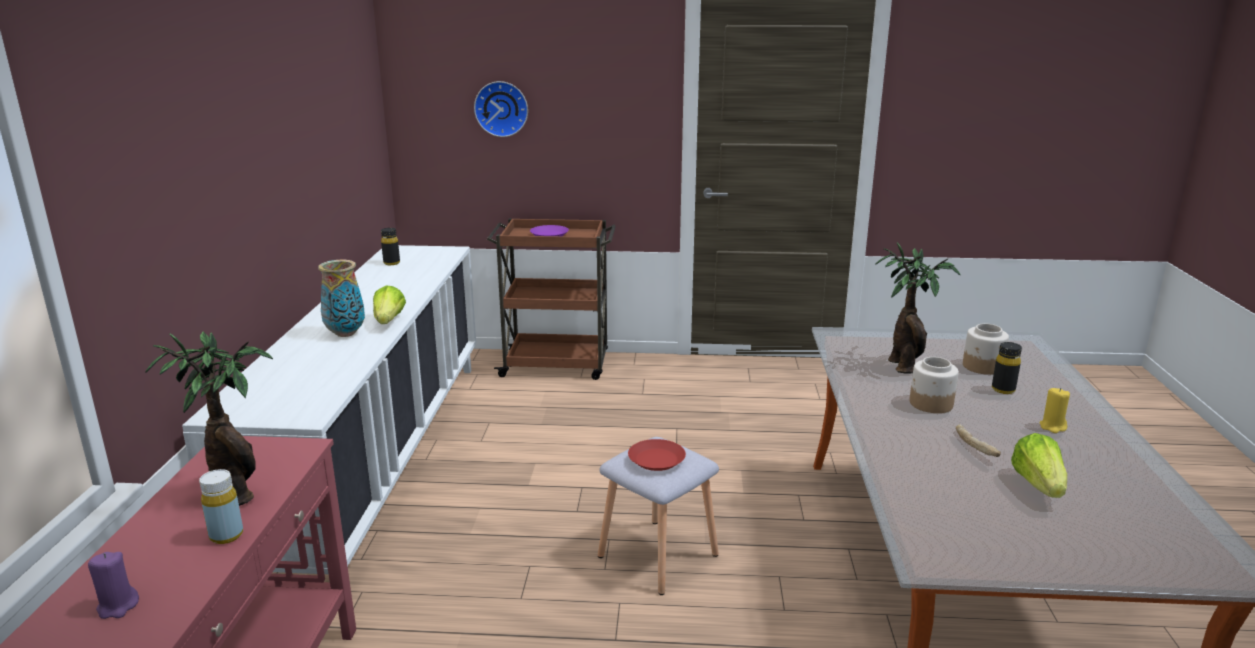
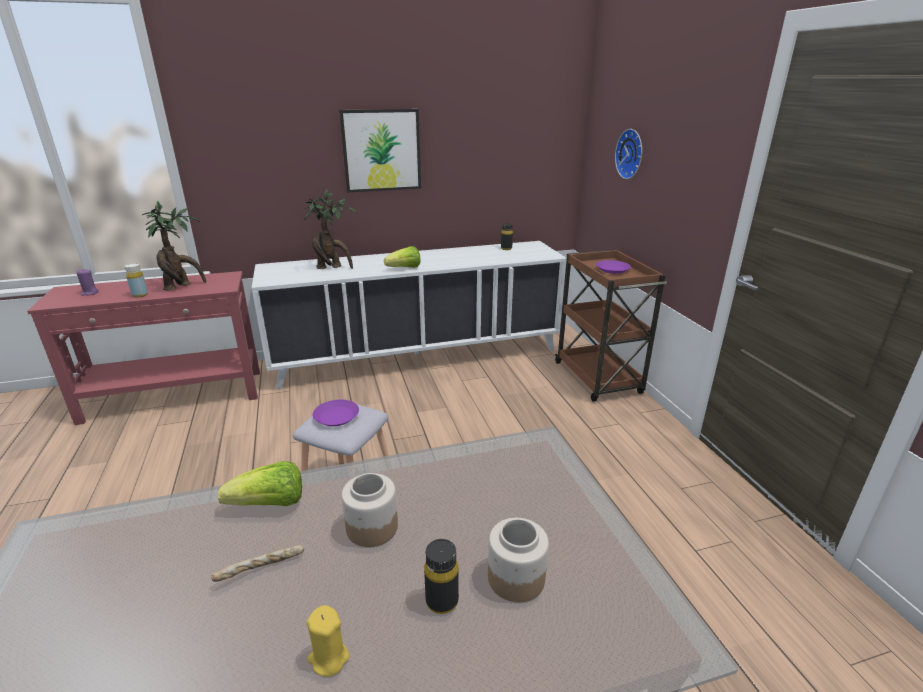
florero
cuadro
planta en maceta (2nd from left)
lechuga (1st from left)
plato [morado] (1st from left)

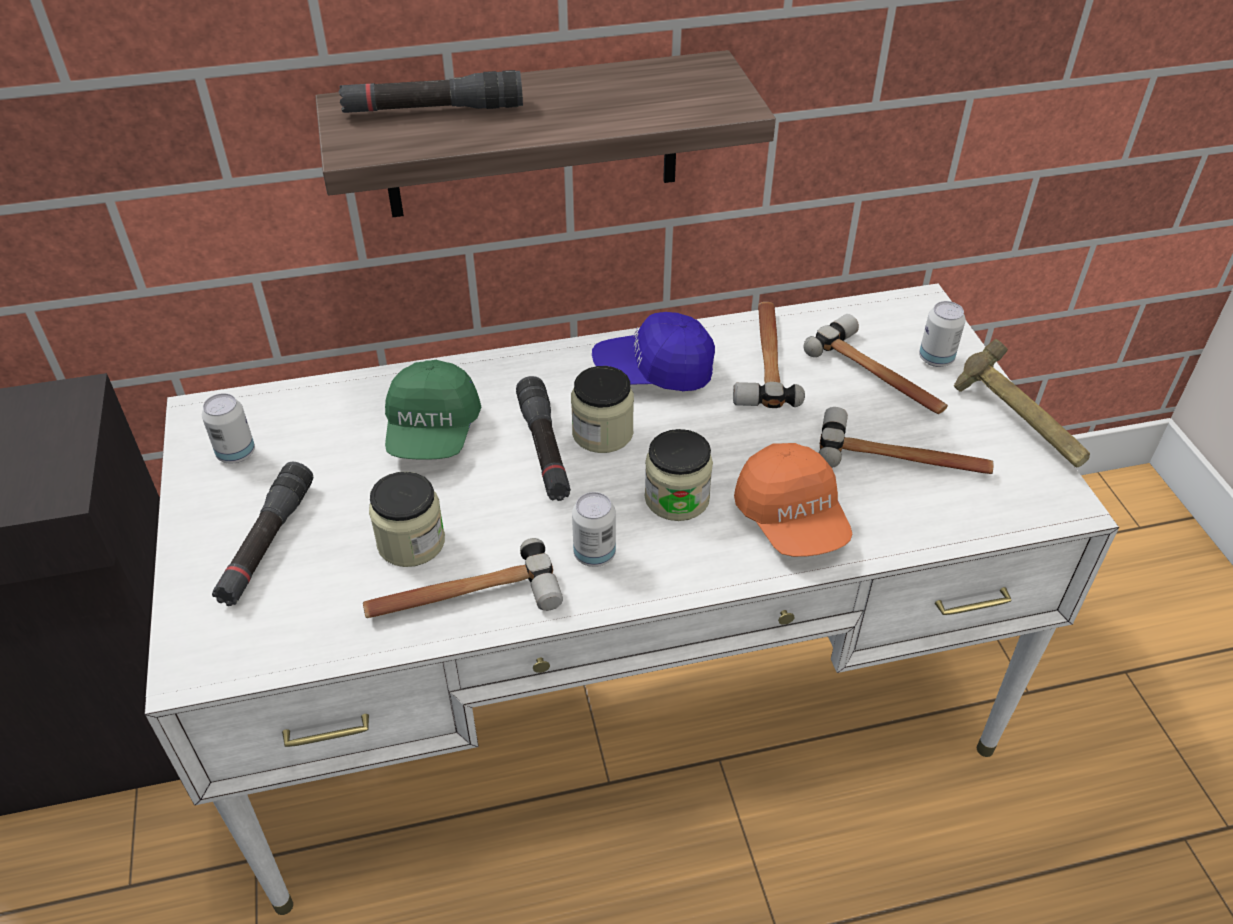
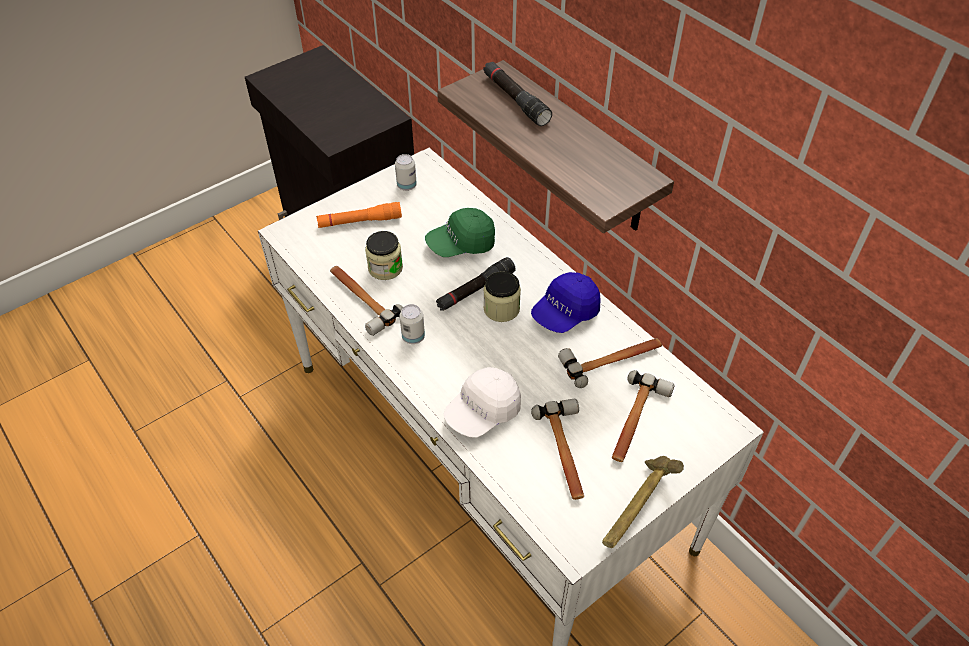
tarro (3rd from left in the first image)
lata (3rd from left in the first image)
linterna [naranja]
gorra [blanco]
gorra [azul]

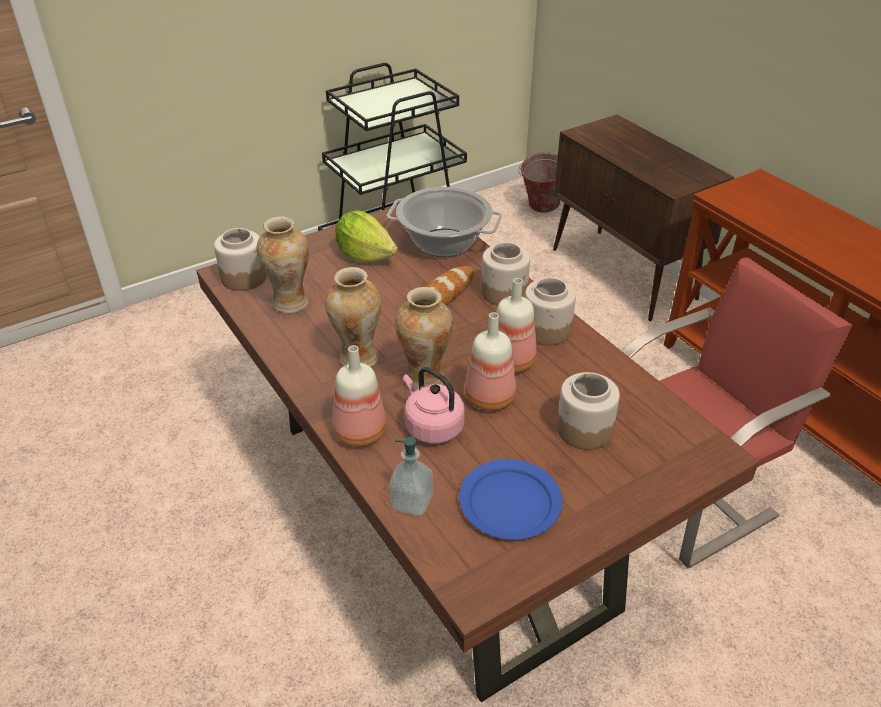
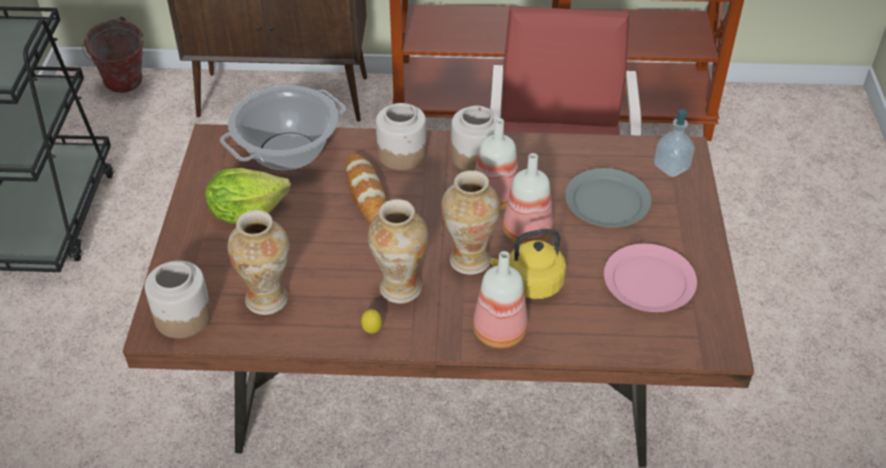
limón
dispensador de jabón
plato [gris]
hervidor [amarillo]
plato [rosa]

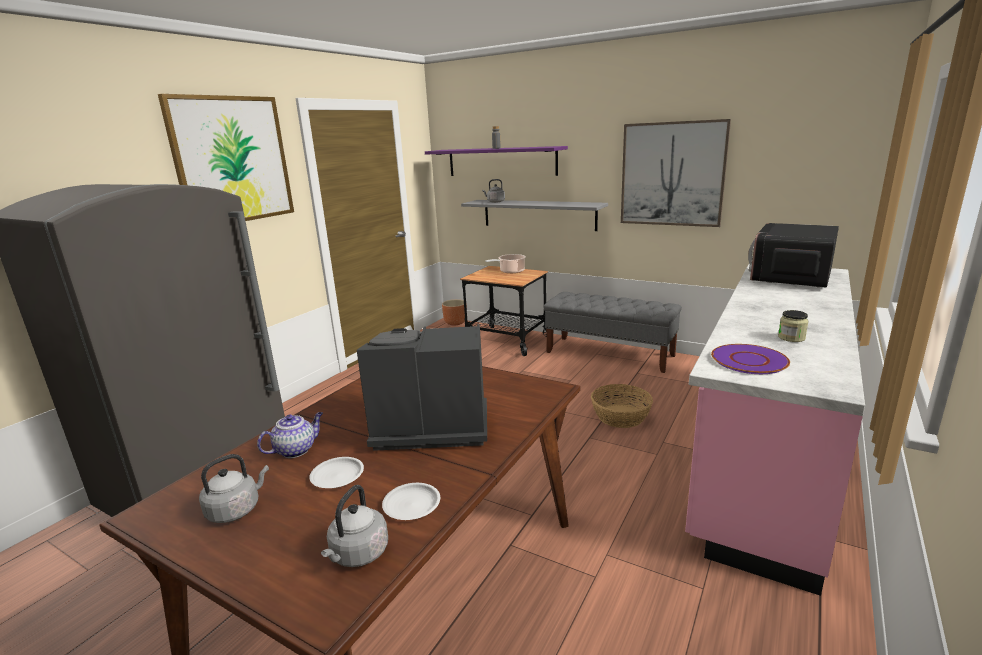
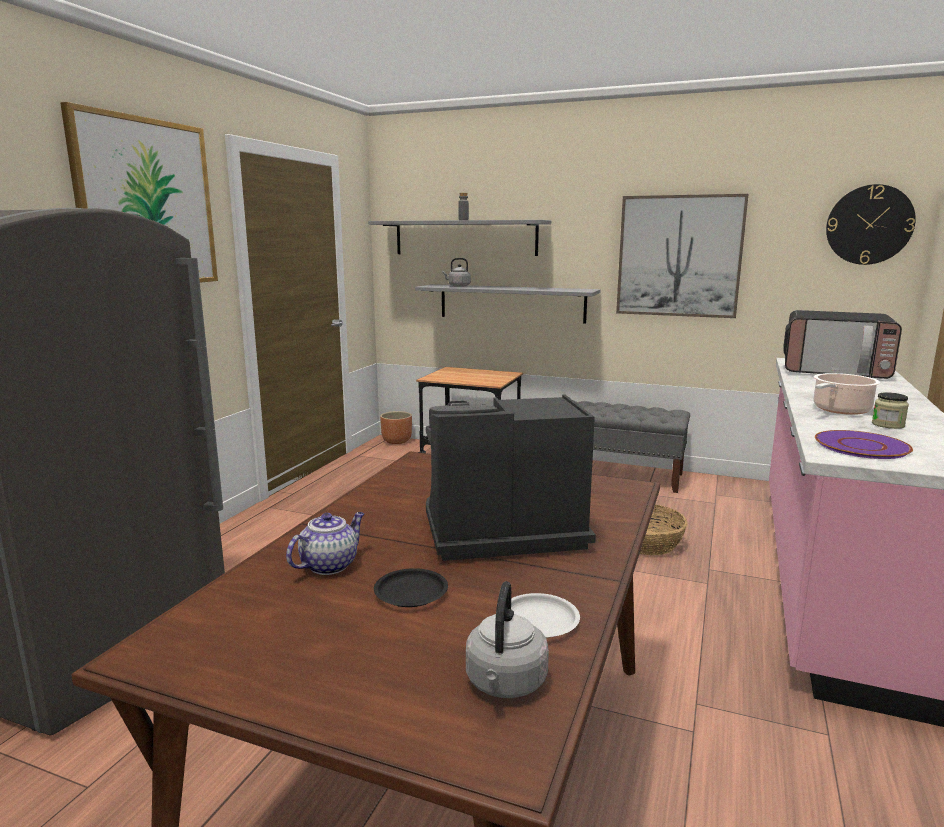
hervidor [gris] (1st from left in the first image)
reloj de pared
olla
plato [negro]
estante [gris] (1st from left)
microondas

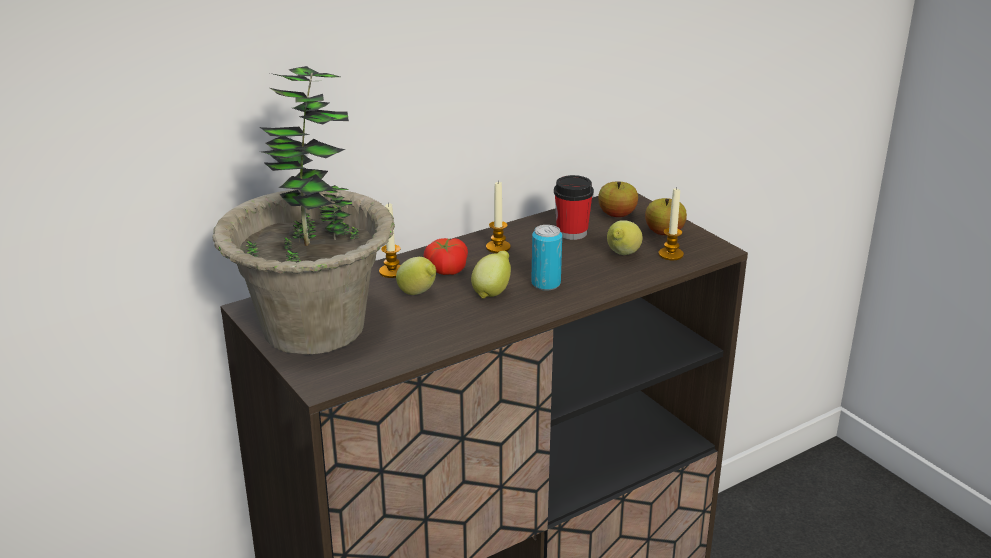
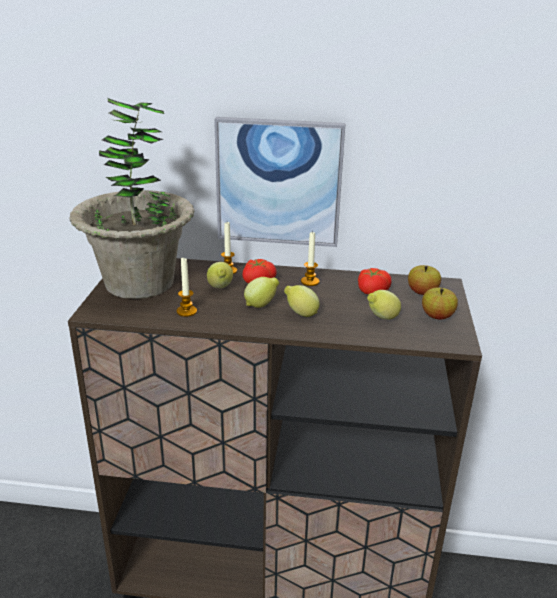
cuadro
vela (1st from left)
limón (3rd from left)
tomate (2nd from left)

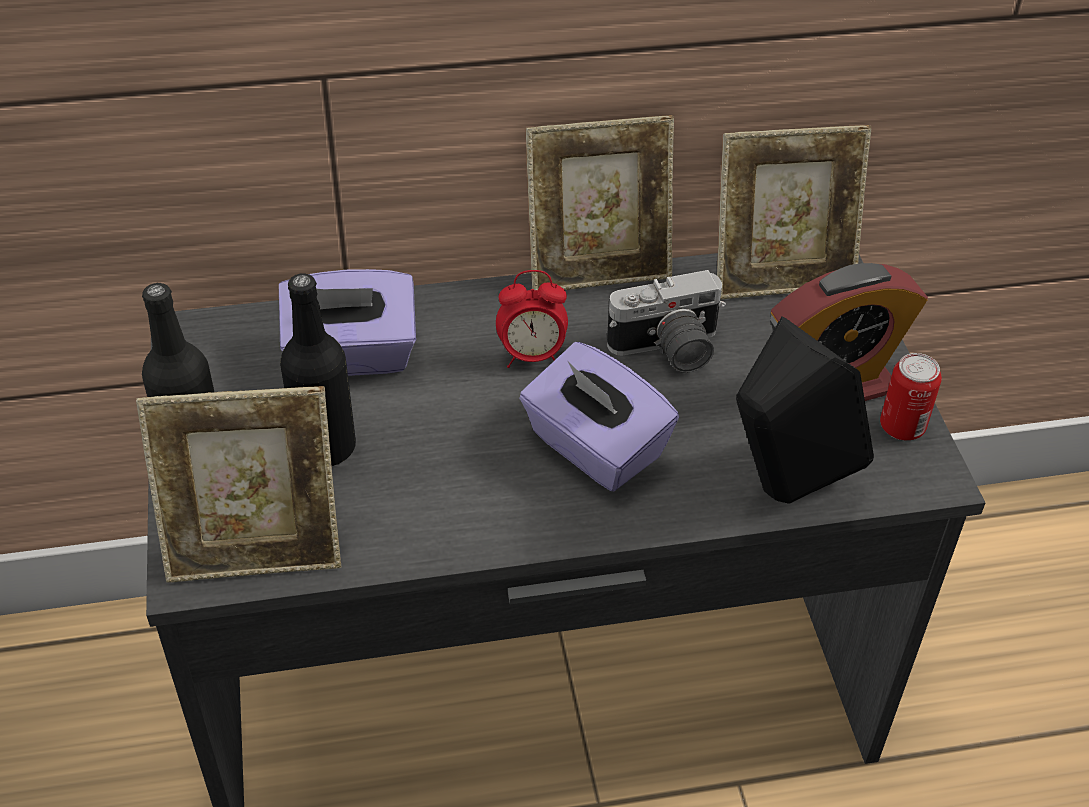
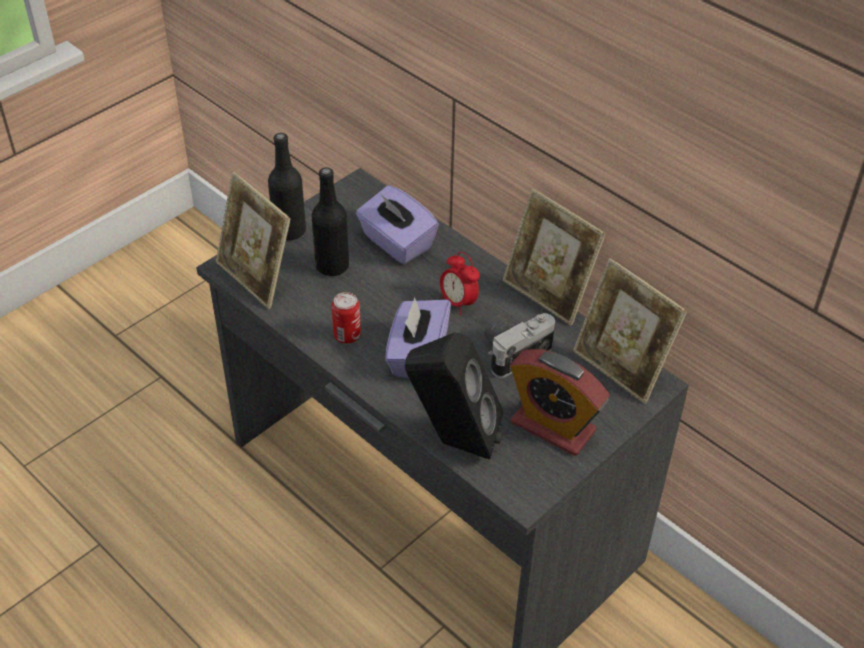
lata
cámara

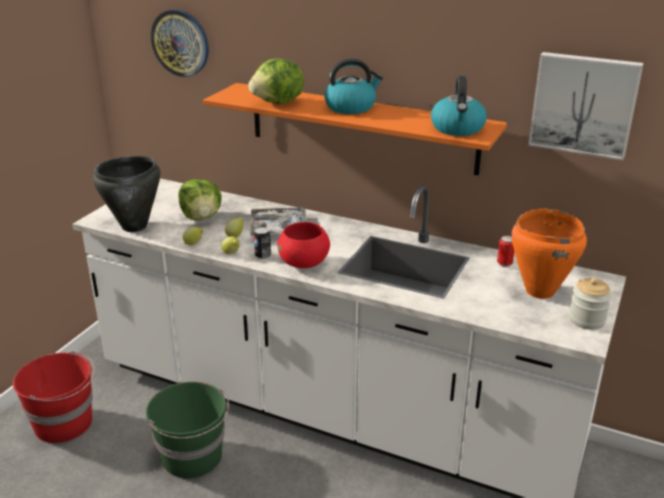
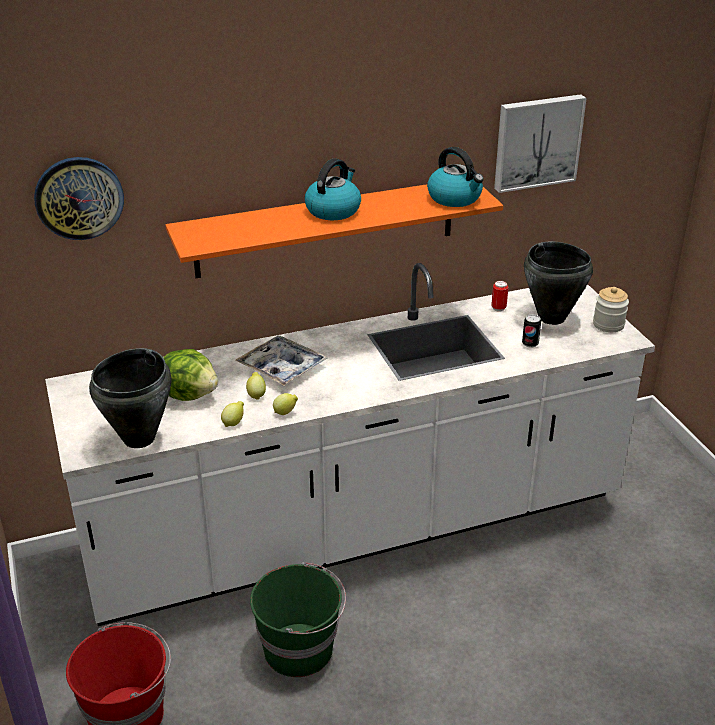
lechuga (2nd from left in the first image)
cuenco [rojo]
lata (2nd from left)
olla [negro] (2nd from left)

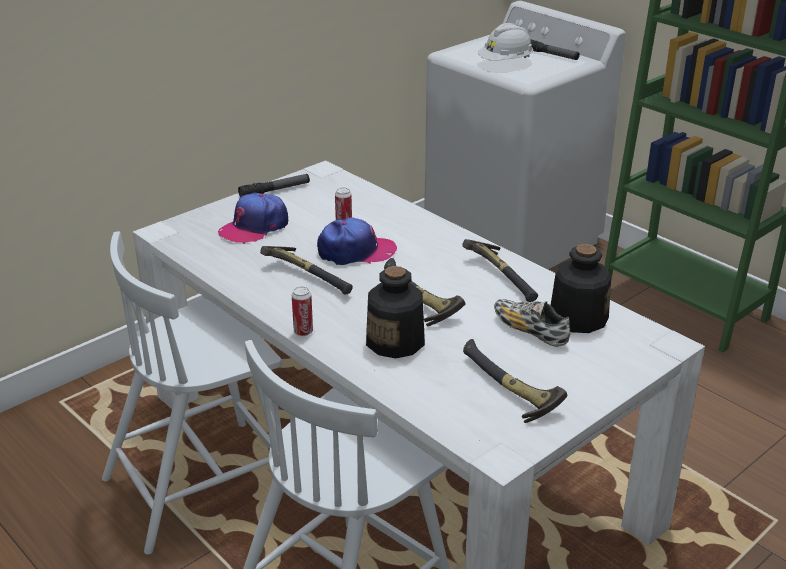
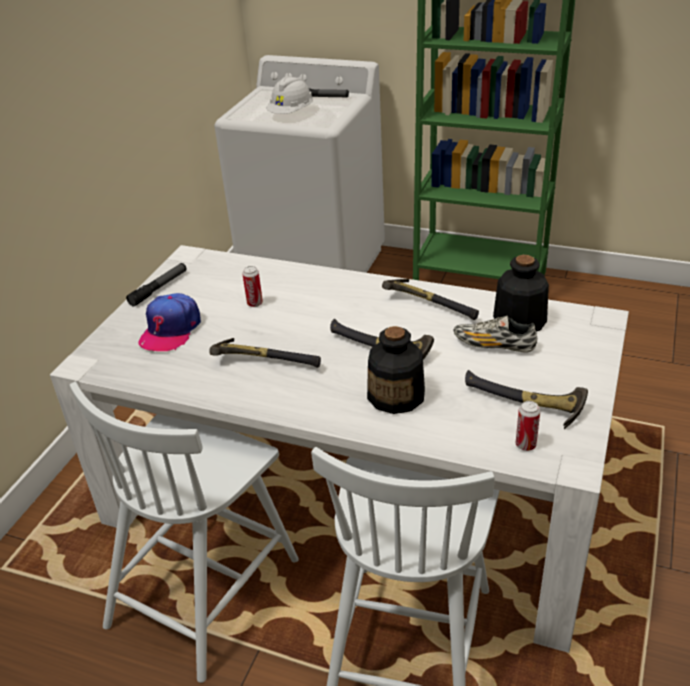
gorra (2nd from left in the first image)
lata (2nd from left)

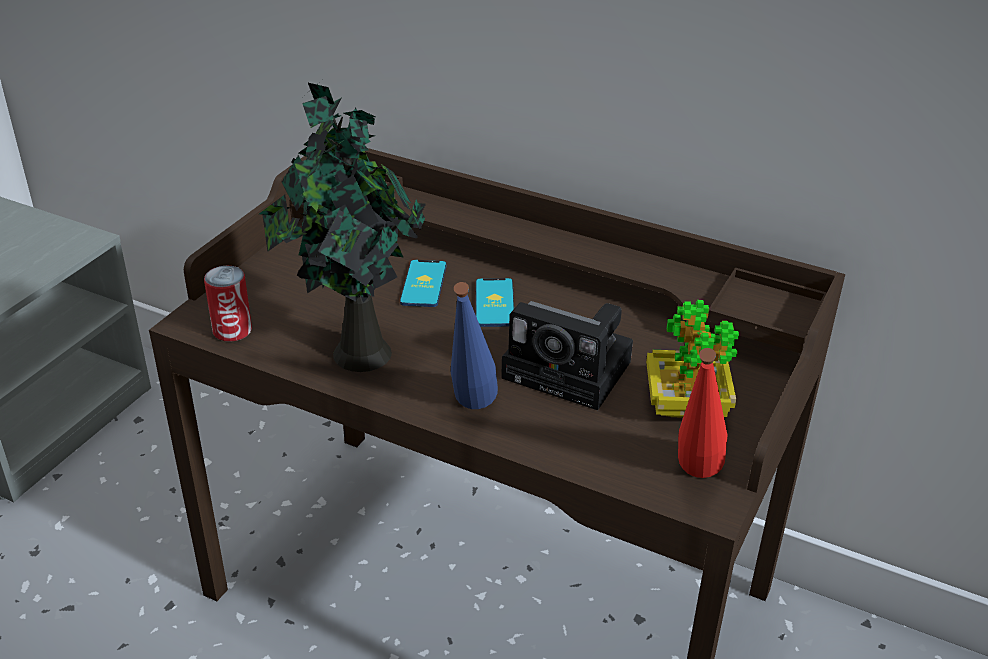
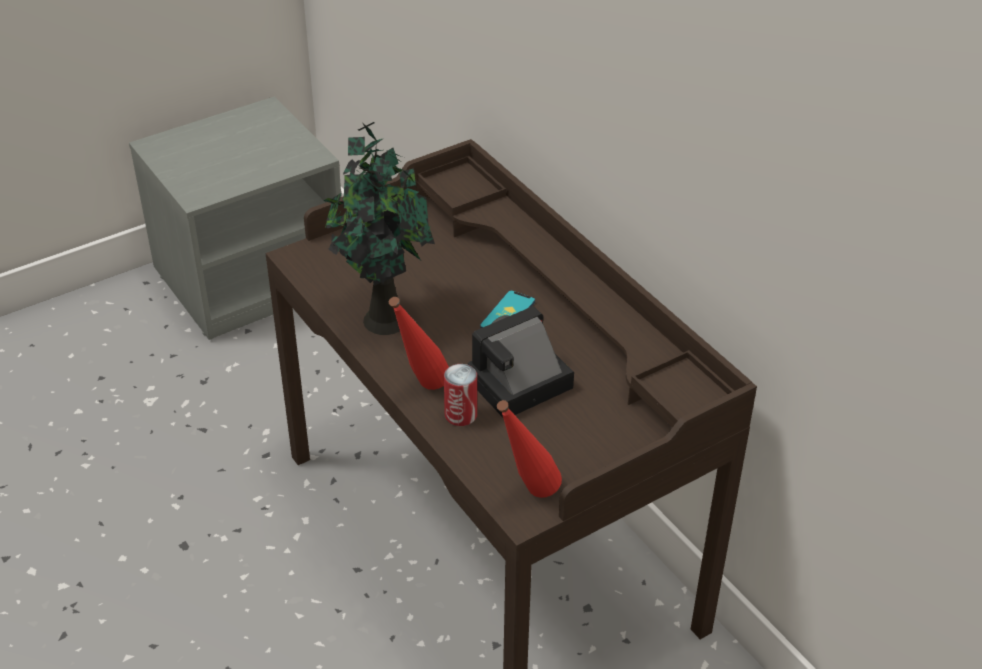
móvil (1st from left in the first image)
planta en maceta (2nd from left in the first image)
lata
botella [rojo] (1st from left)
cámara

